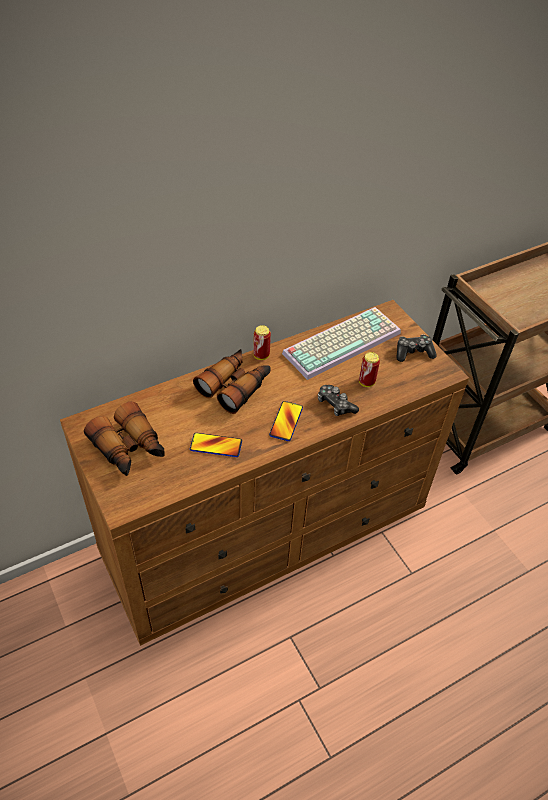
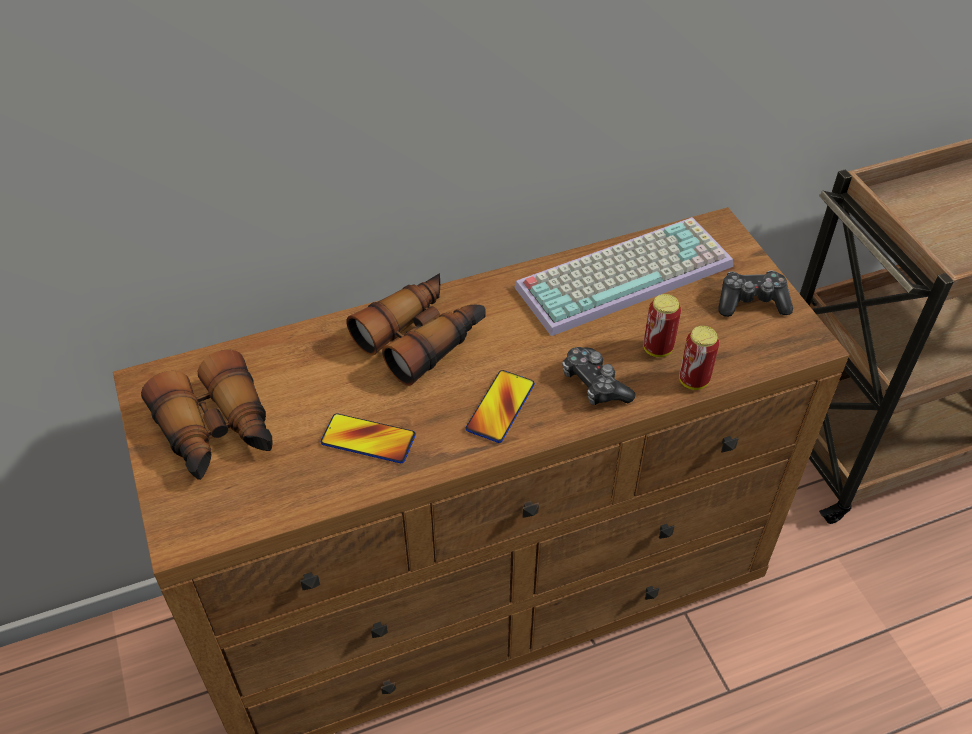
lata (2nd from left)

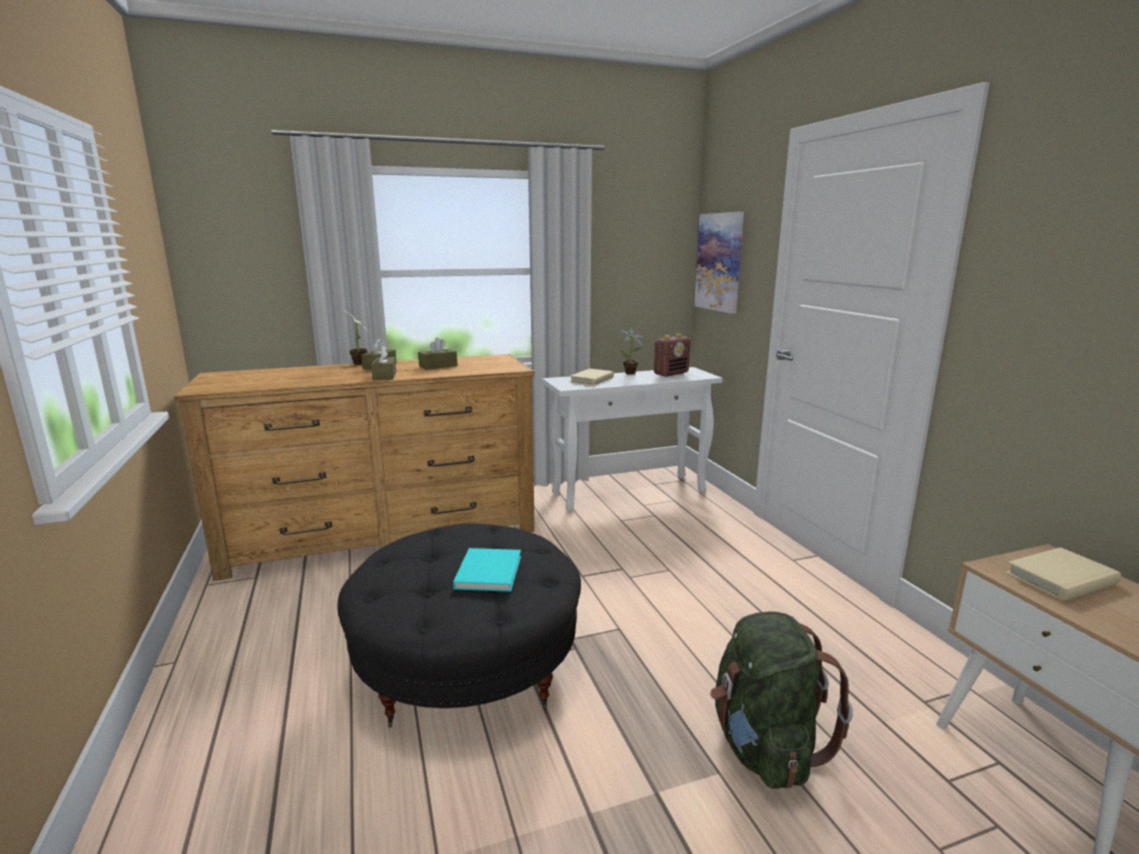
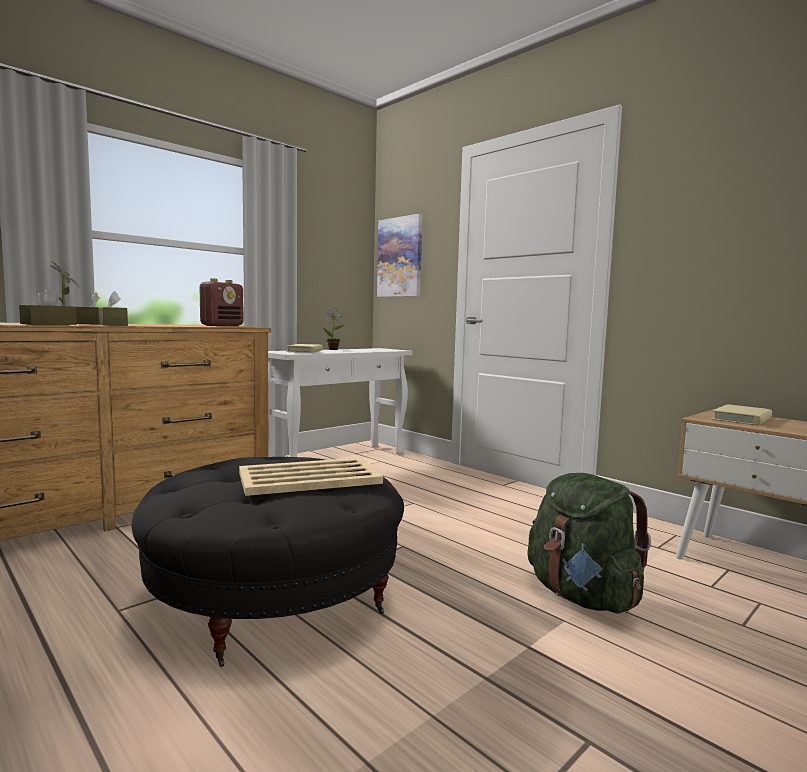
caja de pañuelos [marrón] (1st from left)
radio
bandeja [beis]

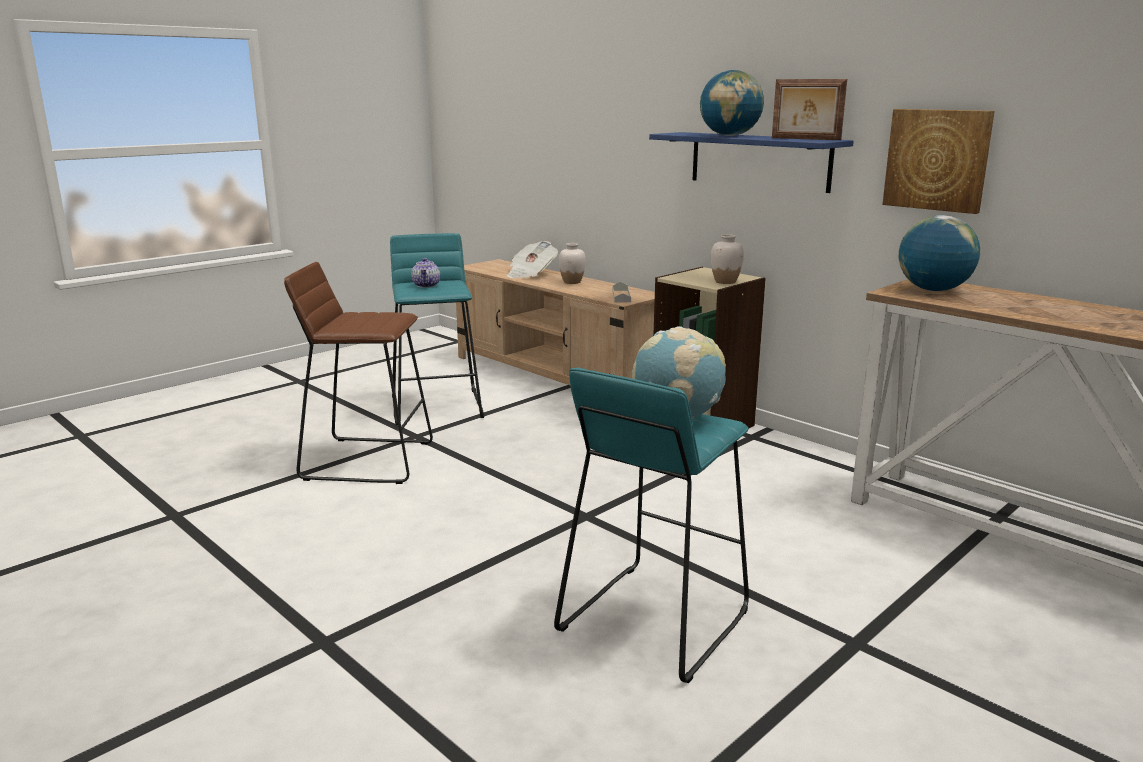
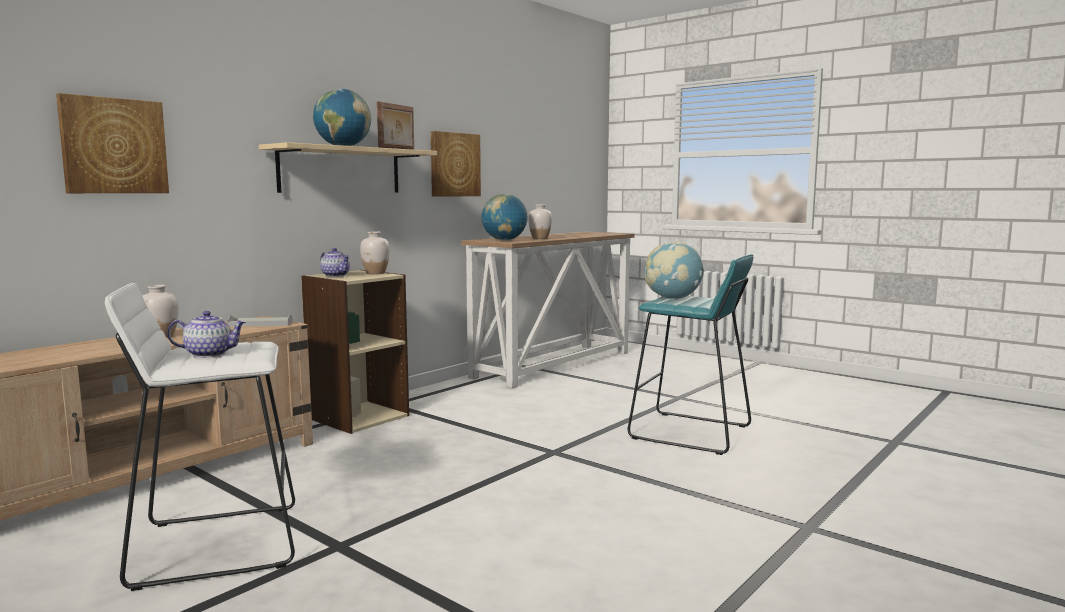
taburete [marrón]
periódico
cuadro (1st from left)
tetera (2nd from left)
florero [blanco] (3rd from left)
taburete [blanco]
estante [beis]

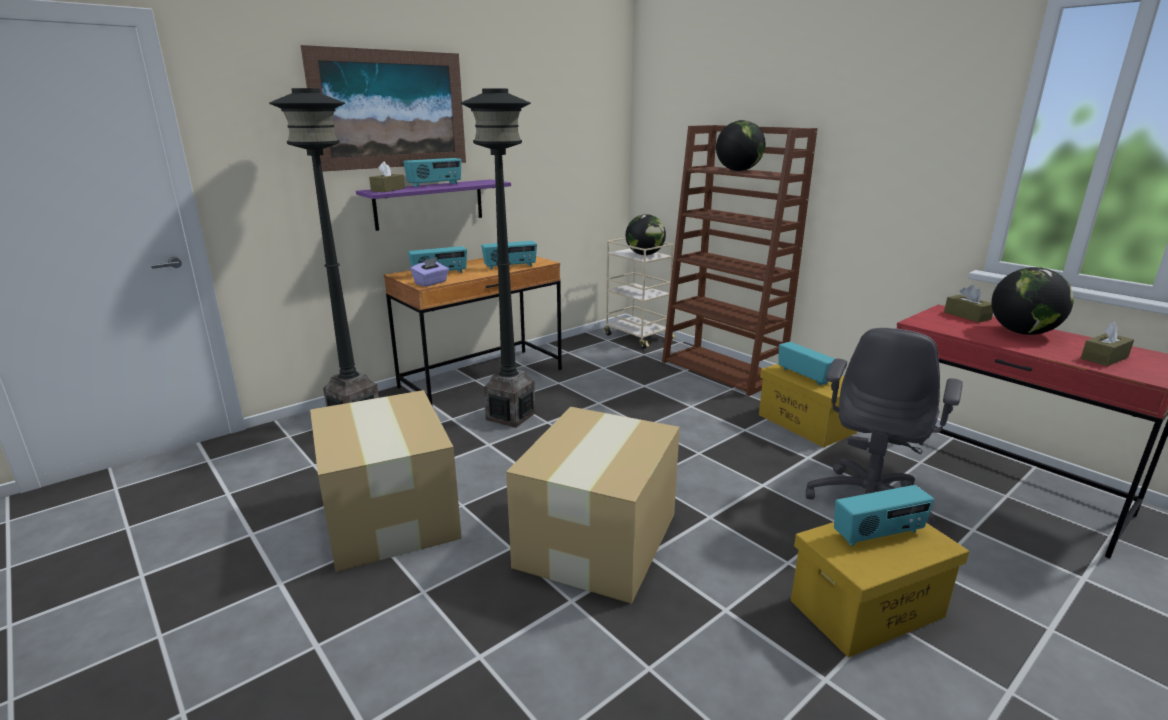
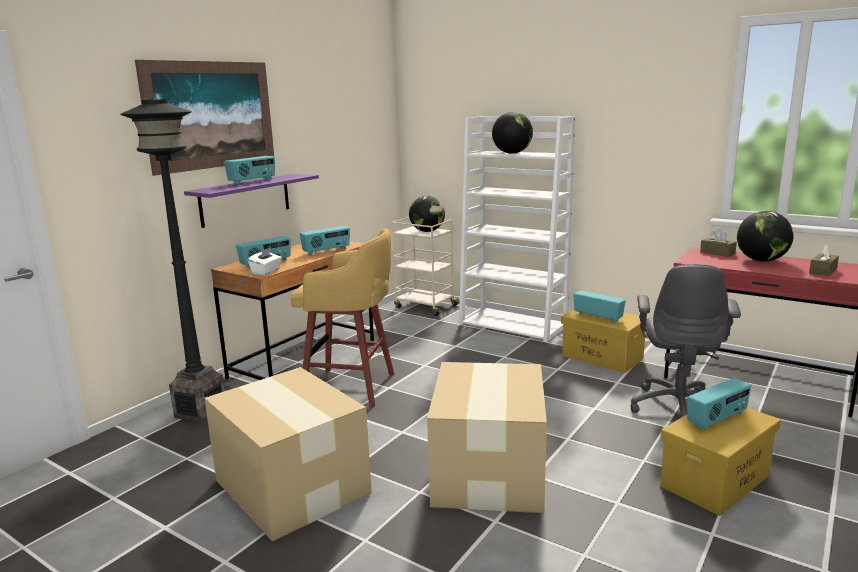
caja de pañuelos [marrón] (1st from left in the first image)
taburete [amarillo]
caja de pañuelos [blanco]
estantería [blanco]

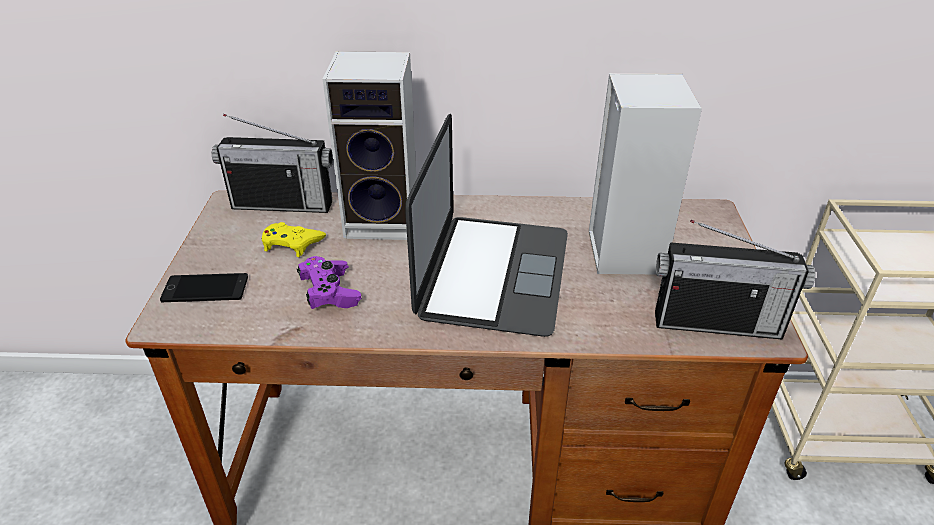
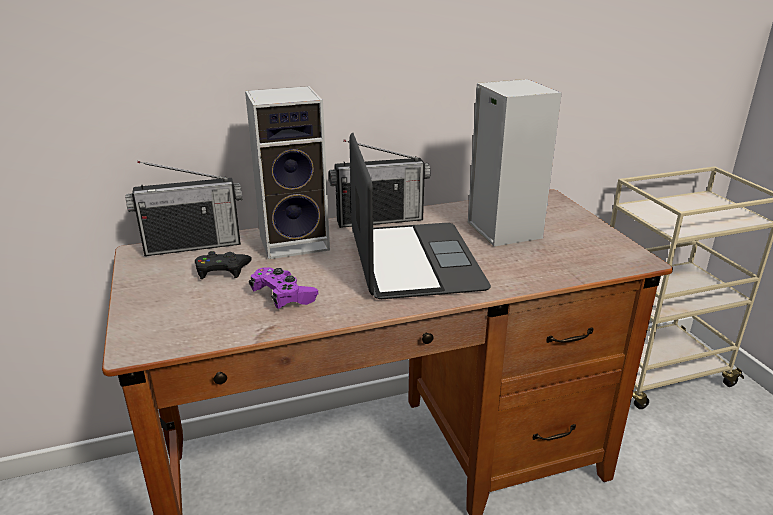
móvil
radio (2nd from left)
mando de consola [negro]

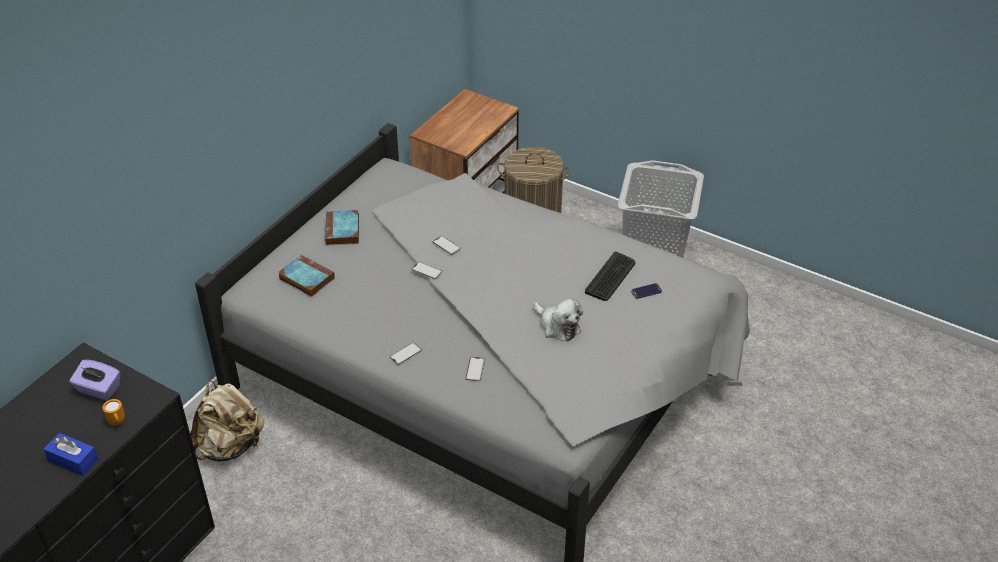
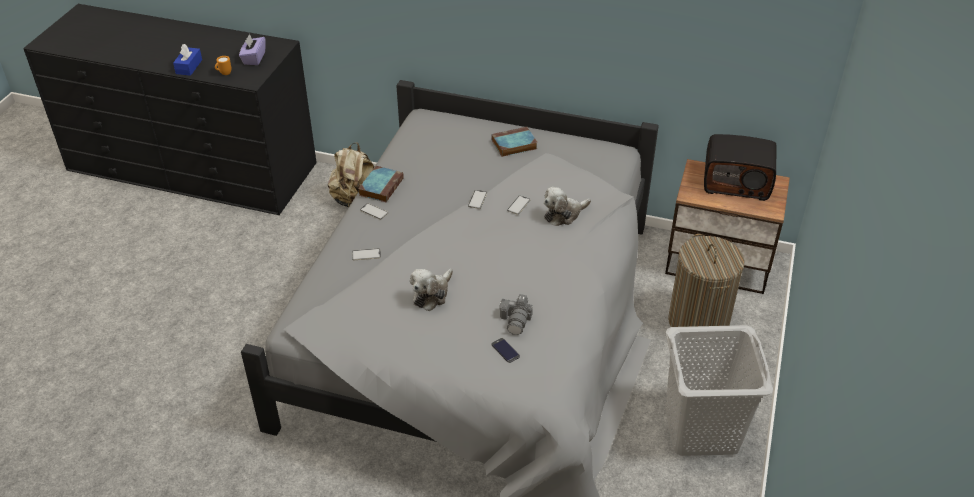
peluche (2nd from left)
radio
libro (1st from left)
cámara

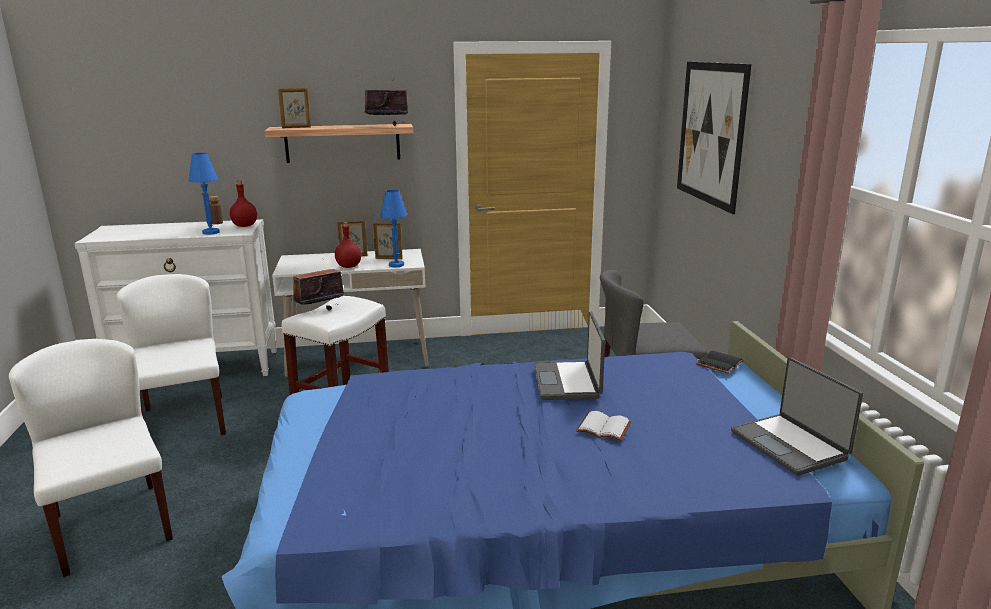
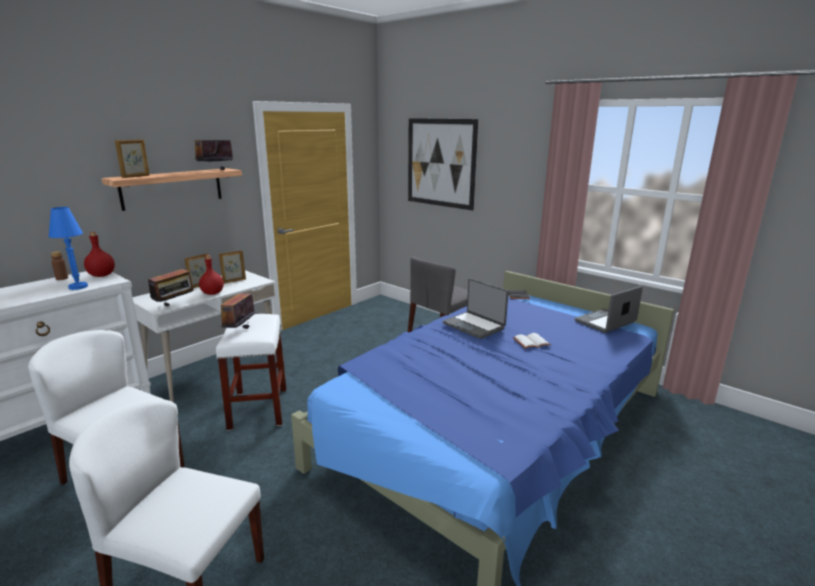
lámpara de mesa [azul] (2nd from left in the first image)
radio (1st from left)
portátil (2nd from left)

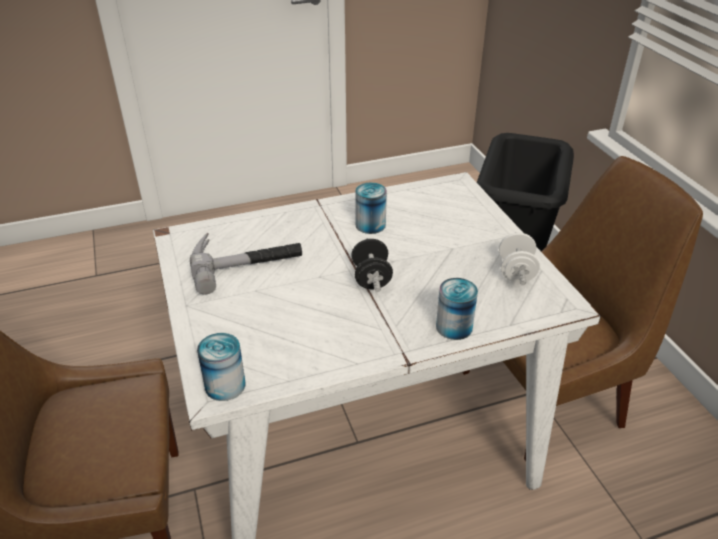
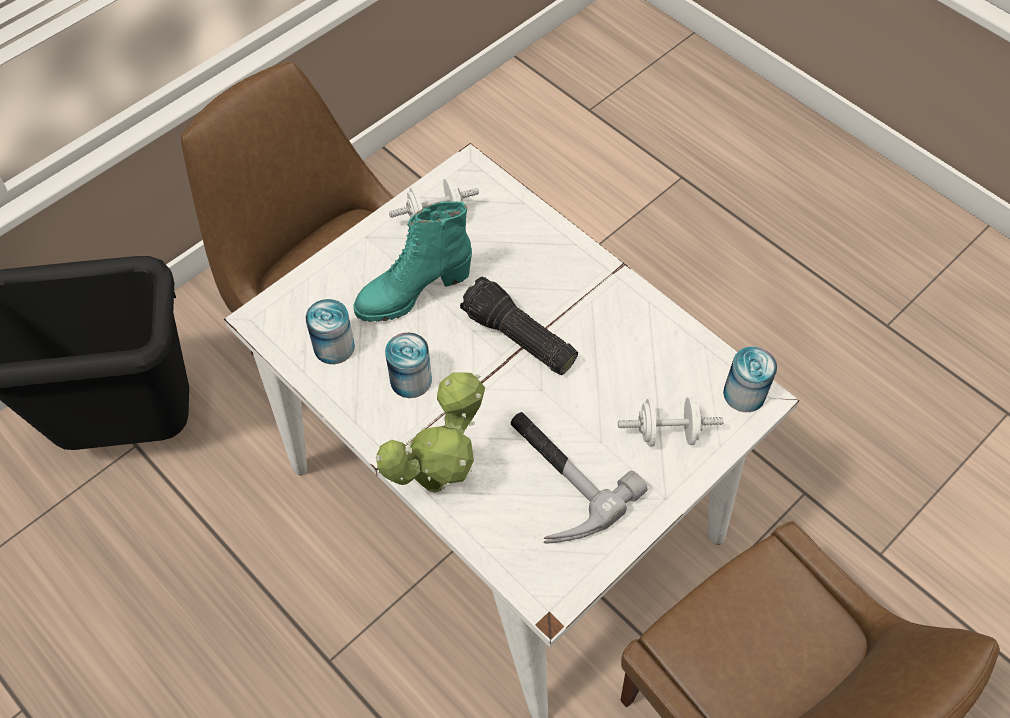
bota [turquesa]
planta en maceta
mancuerna [blanco] (2nd from left)
lata (1st from left)
linterna

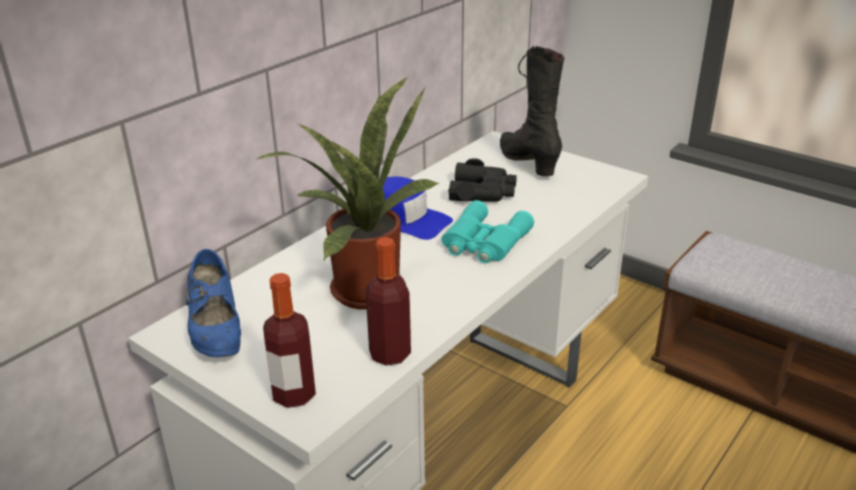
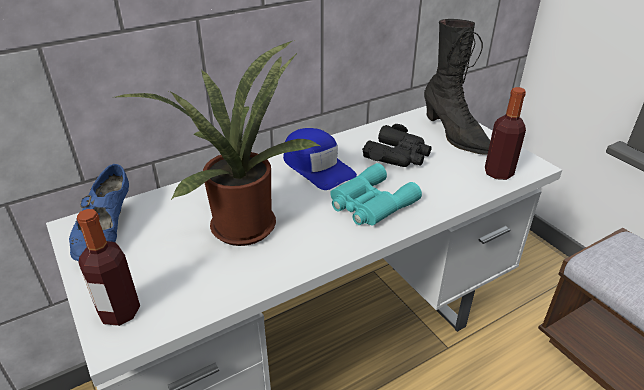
botella (2nd from left)
bota [negro]

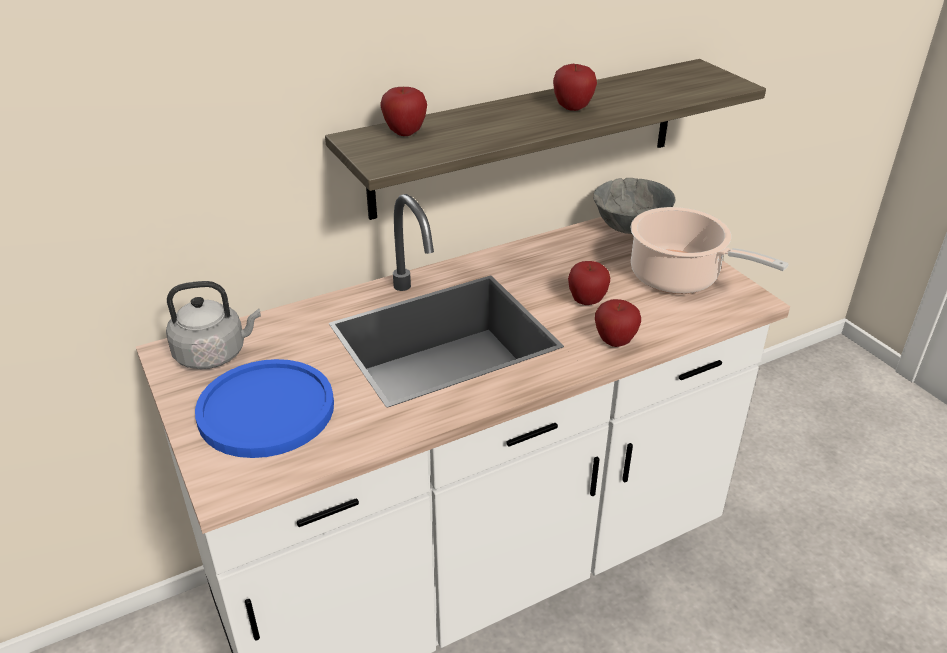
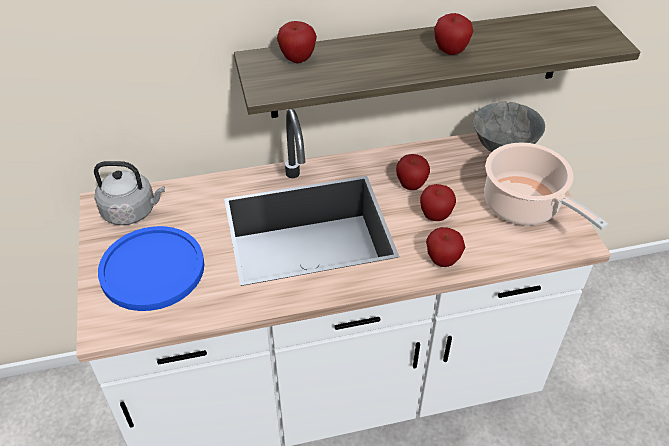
manzana (2nd from left)

